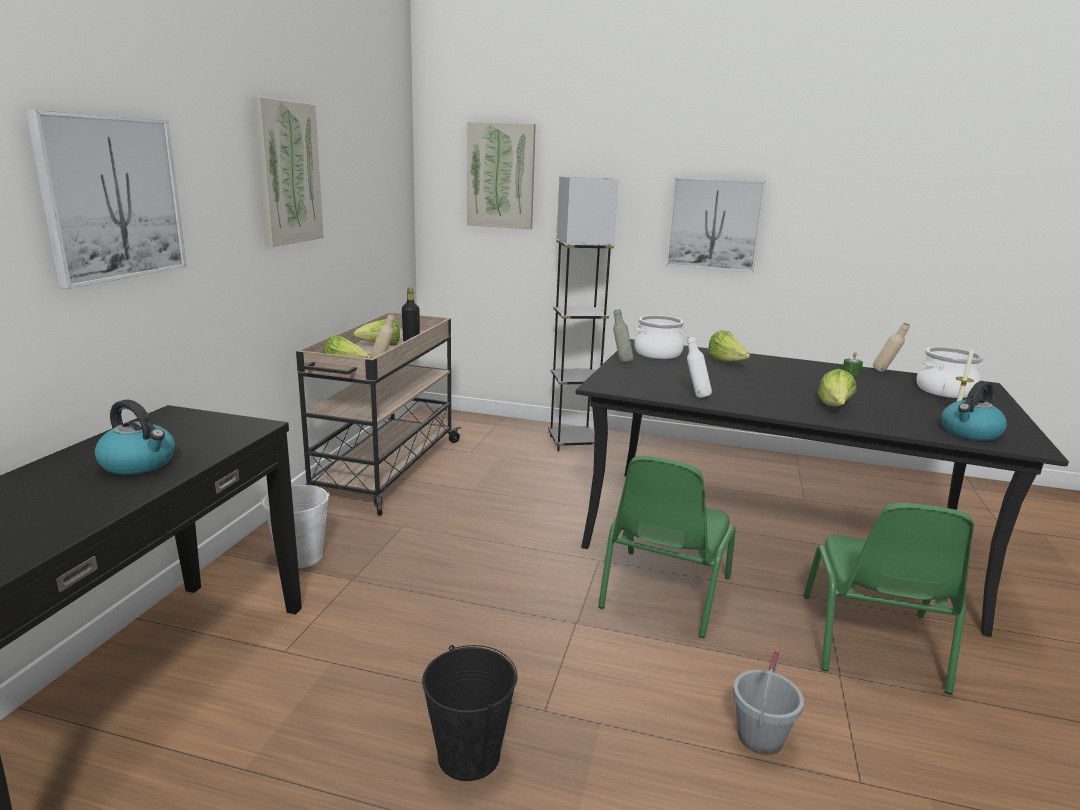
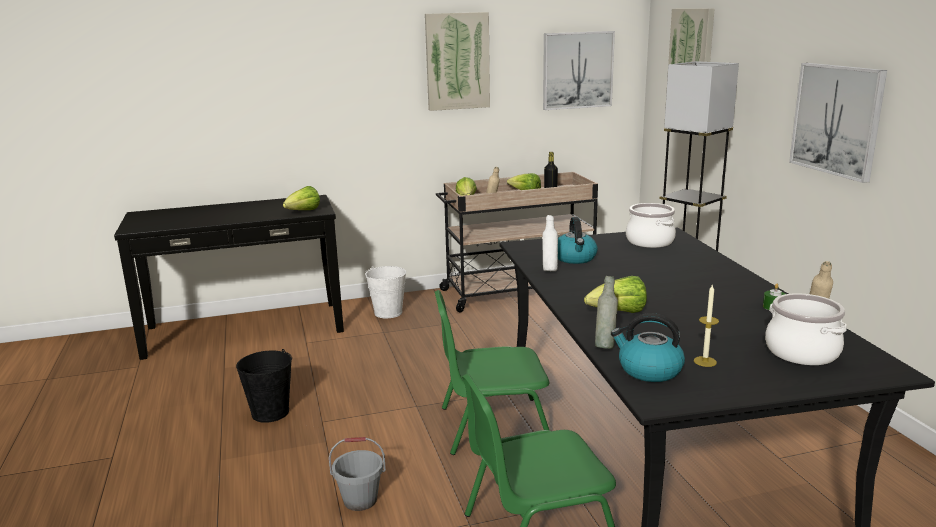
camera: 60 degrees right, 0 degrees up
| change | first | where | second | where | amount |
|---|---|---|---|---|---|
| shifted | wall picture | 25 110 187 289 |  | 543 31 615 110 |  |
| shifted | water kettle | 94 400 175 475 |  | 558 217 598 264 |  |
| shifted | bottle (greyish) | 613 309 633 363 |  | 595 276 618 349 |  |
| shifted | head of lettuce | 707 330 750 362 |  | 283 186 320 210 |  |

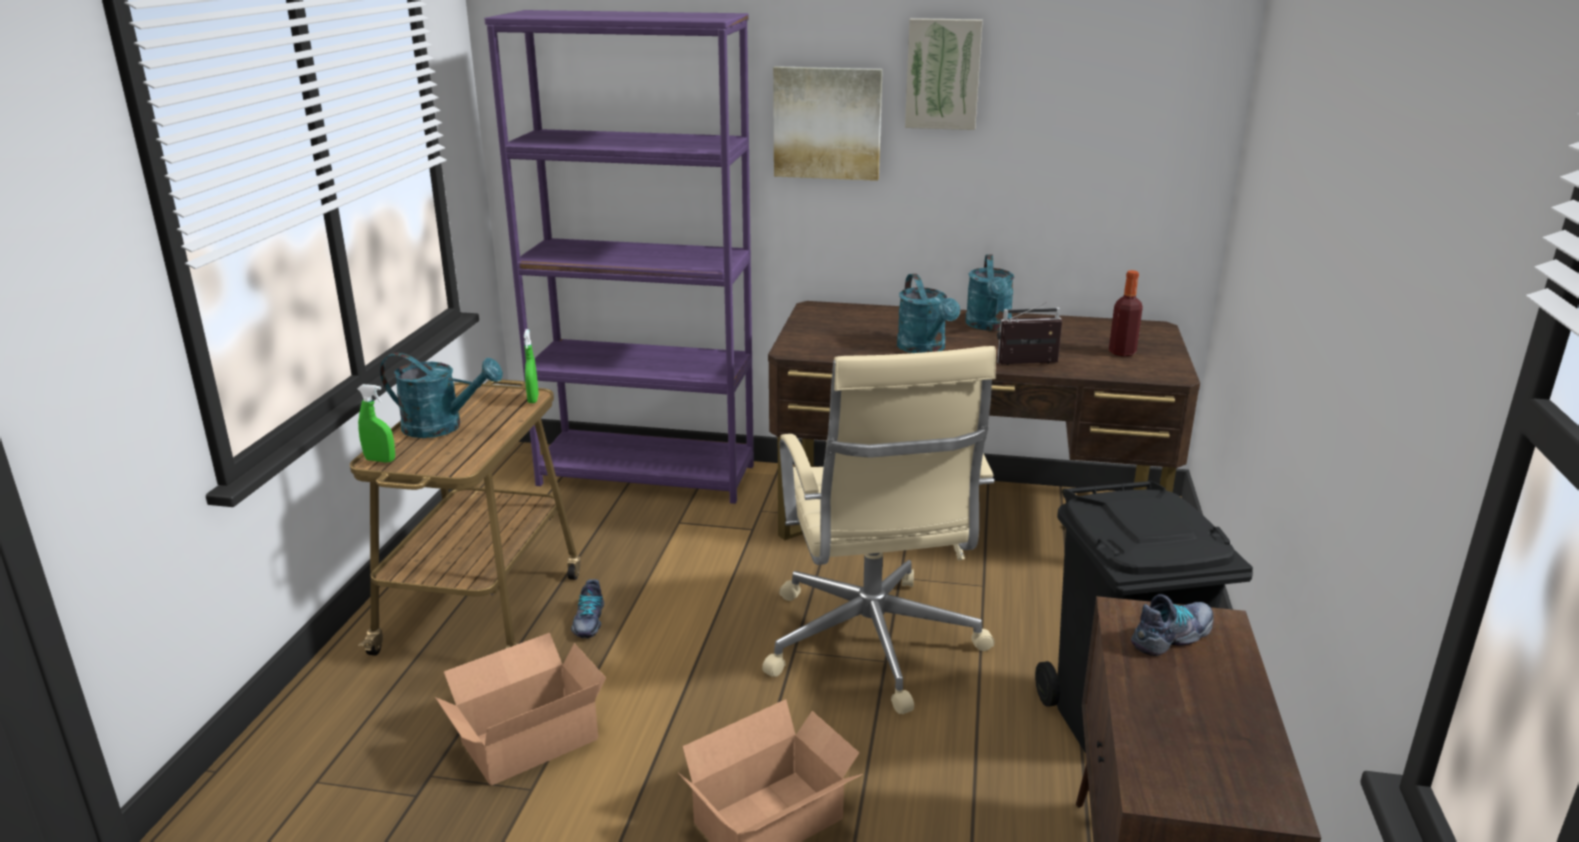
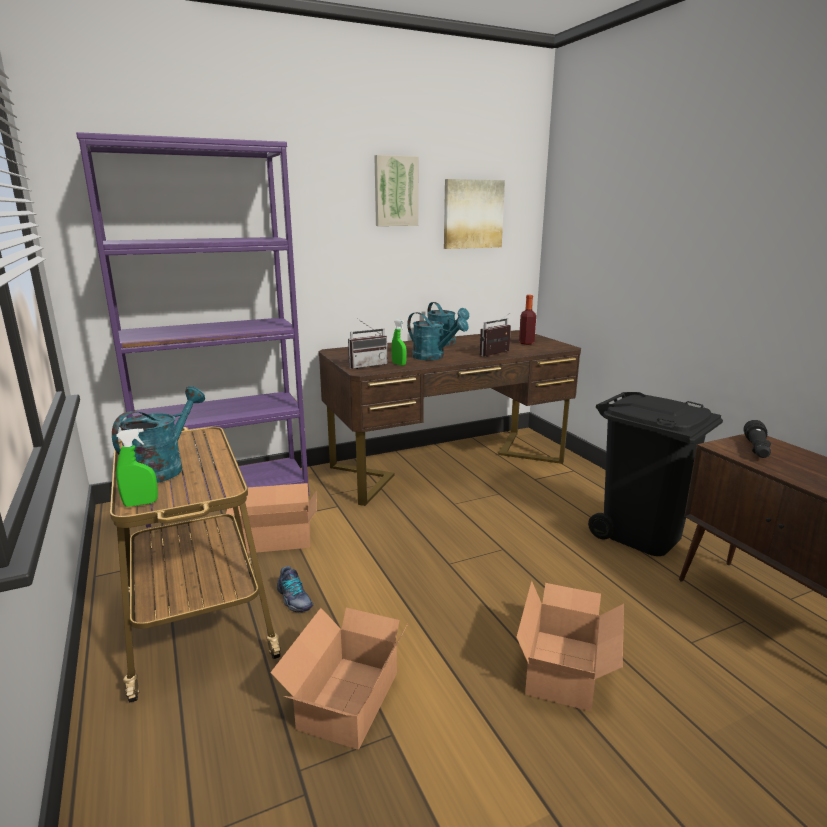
camera: 35 degrees left, 5 degrees down
| change | first | where | second | where | amount |
|---|---|---|---|---|---|
| rotated | watering can (turquoise-coloured) | 380 352 503 438 |  | 112 386 205 483 | 45 degrees counterclockwise |
| shifted | sprayer (green-coloured) | 524 329 539 403 |  | 392 319 407 366 |  |
| gone | computer chair (beige) | 762 346 996 714 |  |  |  |
| shifted | wall picture | 773 66 883 181 |  | 444 179 505 249 |  |
| swapped | item of footwear | 1131 594 1214 656 | flashlight (blackish) | 743 420 771 458 |  |
| new |  |  | cardboard box | 226 483 317 553 |  |
| new |  |  | radio set | 348 318 388 369 |  |

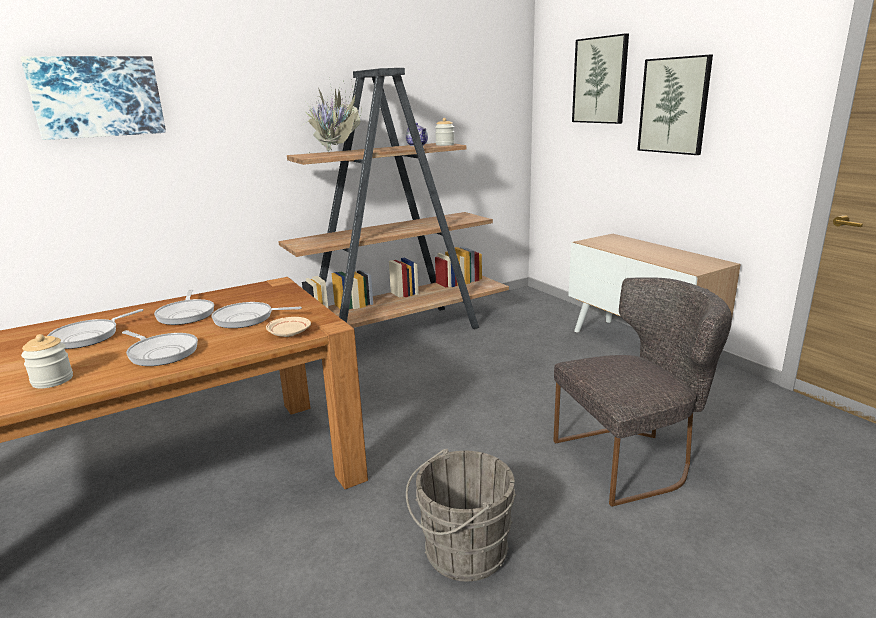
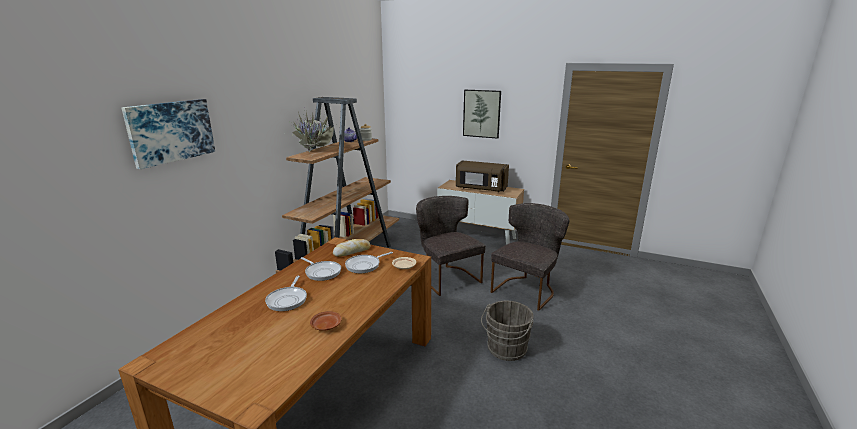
camera: 35 degrees left, 0 degrees up
| change | first | where | second | where | amount |
|---|---|---|---|---|---|
| swapped | storage jar | 21 334 73 389 | plate (brown) | 310 311 342 331 |  |
| gone | pan | 122 330 198 366 |  |  |  |
| gone | wall picture | 572 34 629 124 |  |  |  |
| new |  |  | bread | 333 239 370 257 |  |
| new |  |  | chair (greyish) | 416 196 486 296 |  |
| new |  |  | kitchen microwave (brown) | 456 160 509 192 |  |

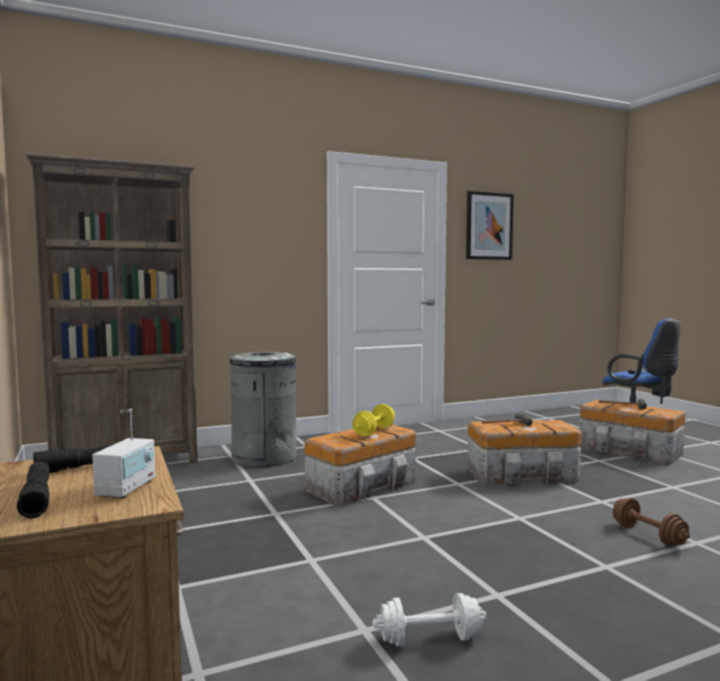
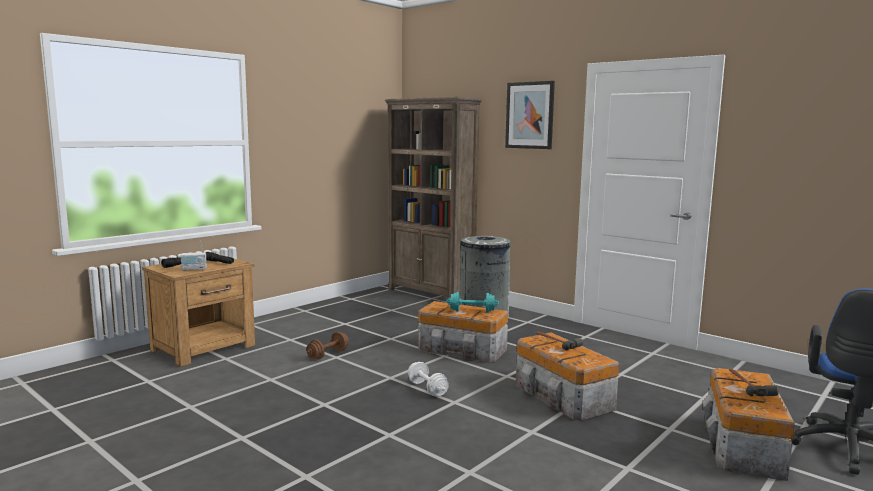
camera: 65 degrees right, 5 degrees up
| change | first | where | second | where | amount |
|---|---|---|---|---|---|
| repainted | free weight (yellow-coloured) | 352 404 395 436 | free weight (turquoise-coloured) | 446 292 499 312 |  |
| shifted | free weight (whitish) | 372 593 486 646 |  | 408 362 449 396 |  |
| shifted | wall picture | 466 191 514 260 |  | 505 81 555 149 |  |
| shifted | free weight (brown) | 613 498 690 546 |  | 306 332 349 360 |  |

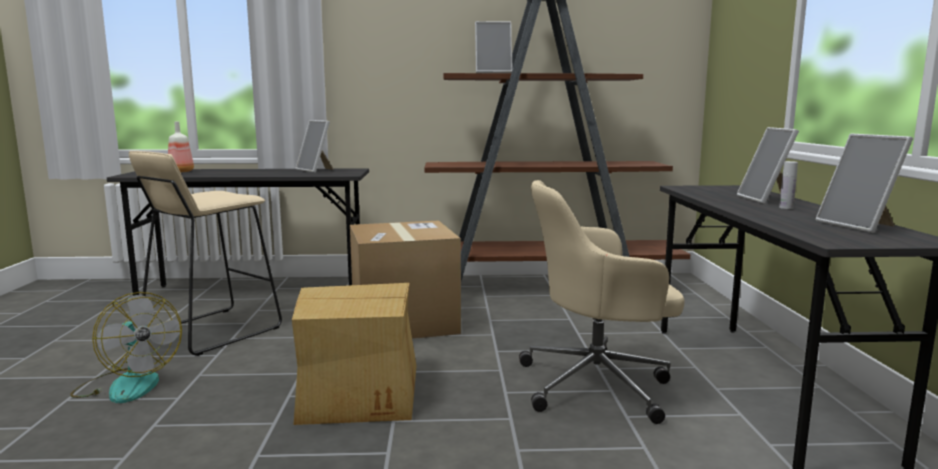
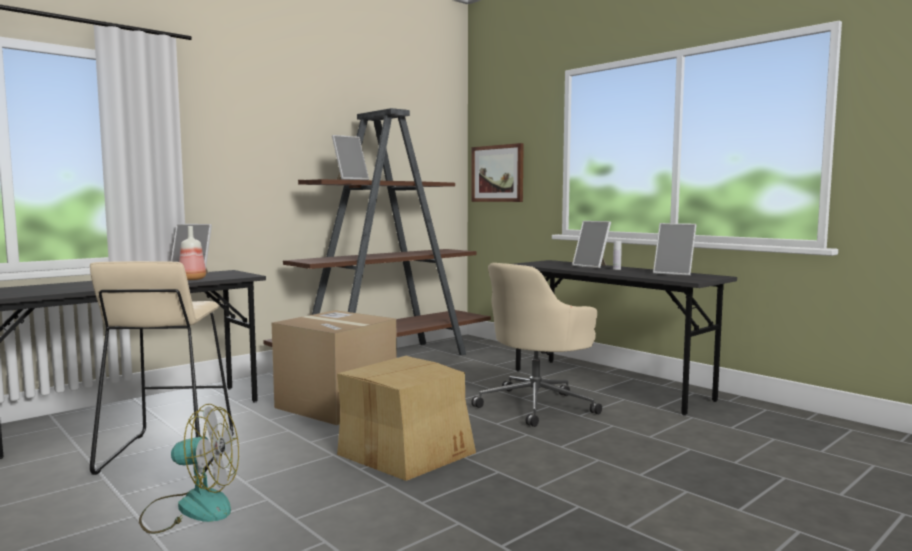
camera: 40 degrees left, 5 degrees down
| change | first | where | second | where | amount |
|---|---|---|---|---|---|
| shifted | bottle | 168 121 194 173 |  | 179 226 206 280 |  |
| new |  |  | wall picture | 471 143 524 202 |  |

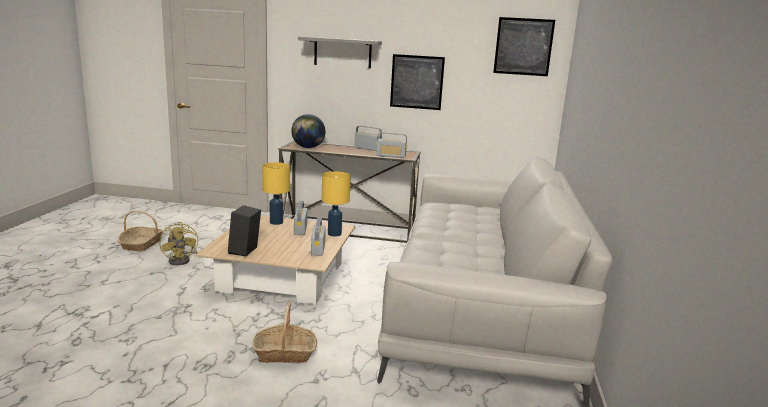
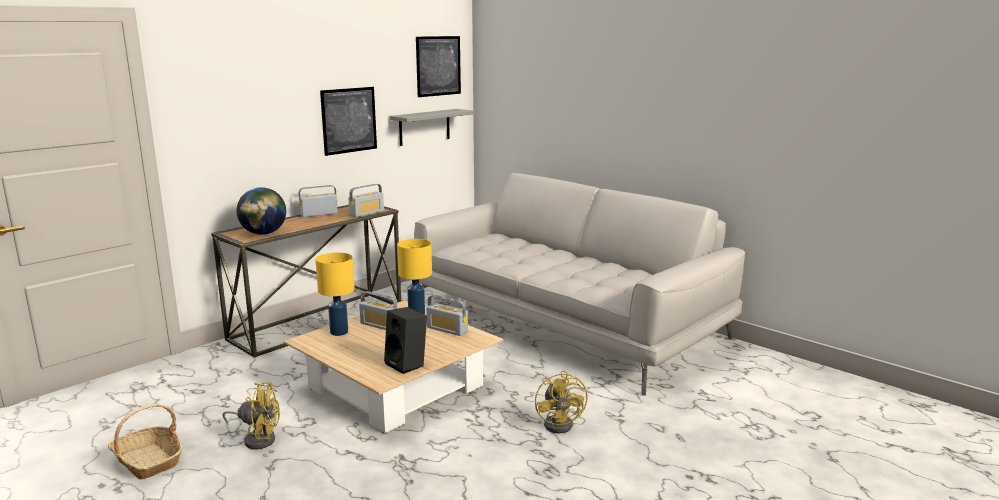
camera: 55 degrees left, 0 degrees up
| change | first | where | second | where | amount |
|---|---|---|---|---|---|
| swapped | storage basket | 252 302 317 363 | fan (yellow-coloured) | 535 371 587 433 |  |
| shifted | bracket shelf (greyish) | 298 37 382 69 |  | 390 109 474 146 |  |

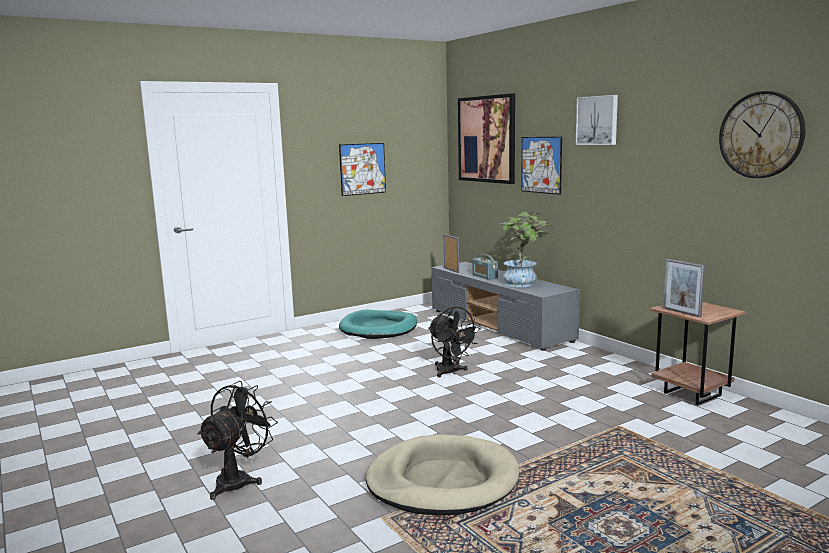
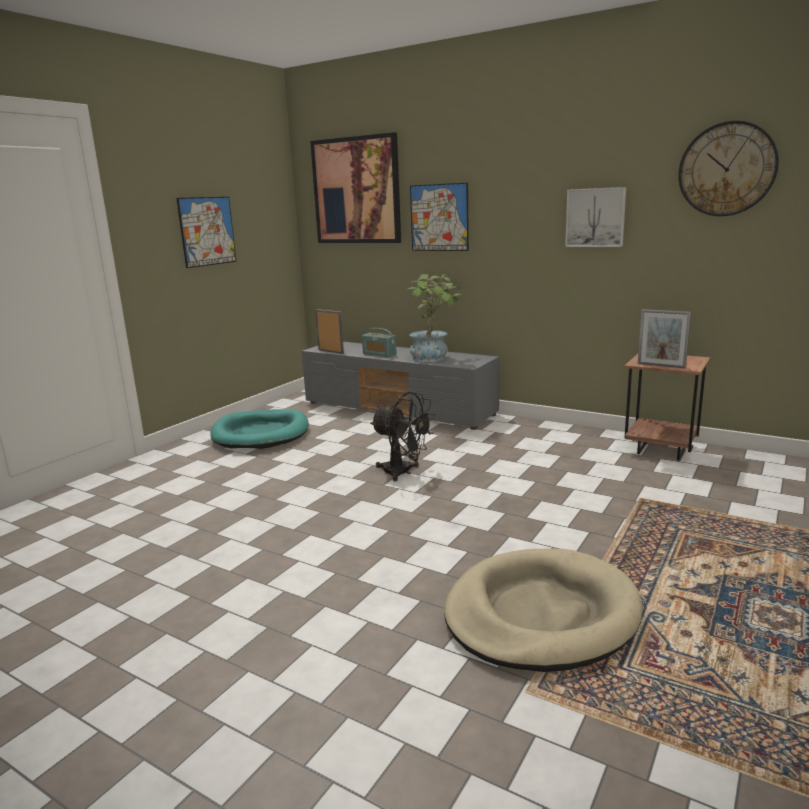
camera: 25 degrees left, 5 degrees up
| change | first | where | second | where | amount |
|---|---|---|---|---|---|
| gone | fan (blackish) | 197 381 278 500 |  |  |  |
| shifted | wall picture | 576 95 618 145 |  | 565 187 626 247 |  |

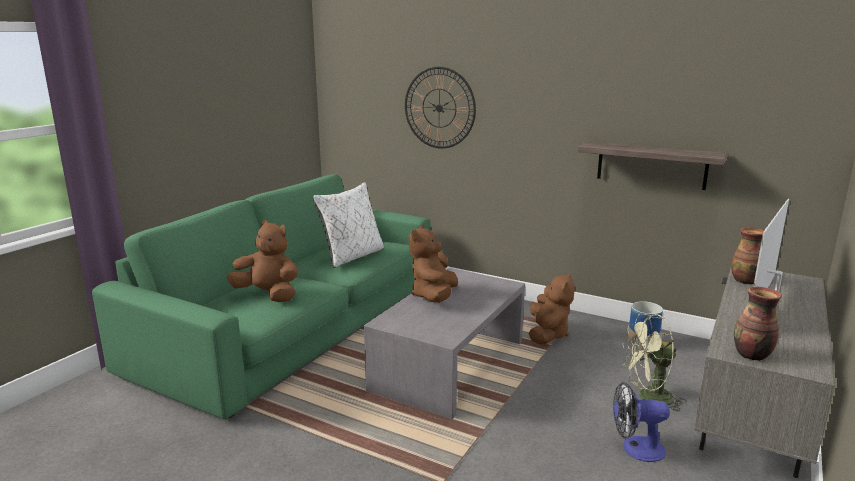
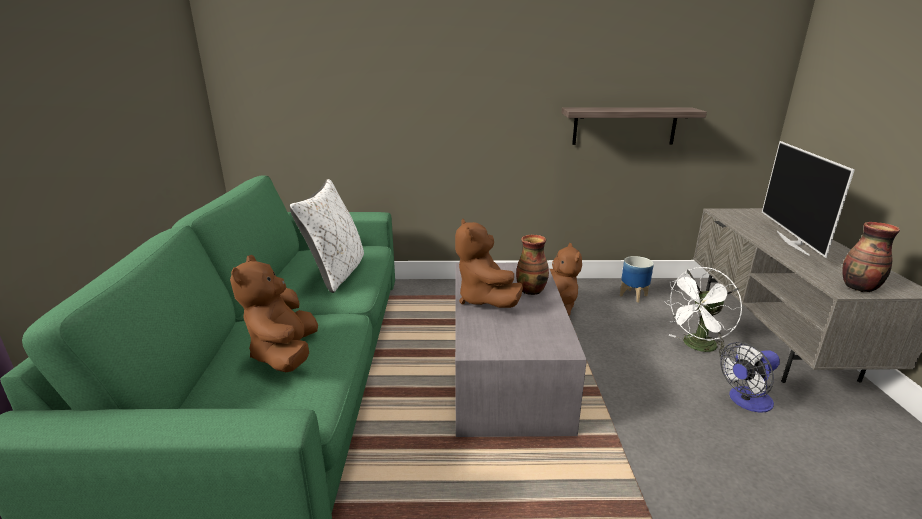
camera: 30 degrees left, 5 degrees up
| change | first | where | second | where | amount |
|---|---|---|---|---|---|
| rotated | plush toy (brown) | 227 220 298 302 |  | 230 255 318 372 | 90 degrees counterclockwise |
| gone | wall clock | 405 67 476 149 |  |  |  |
| repainted | fan (green-coloured) | 623 314 686 411 | fan (whitish) | 664 267 743 357 |  |
| shifted | decorative vase | 731 228 764 285 |  | 516 235 549 295 |  |

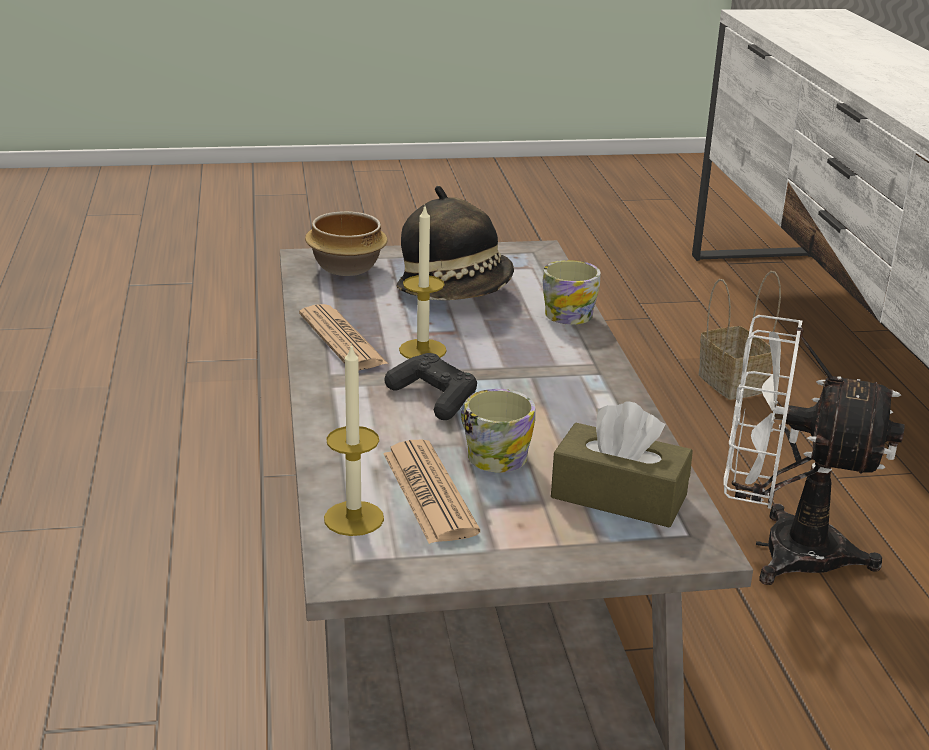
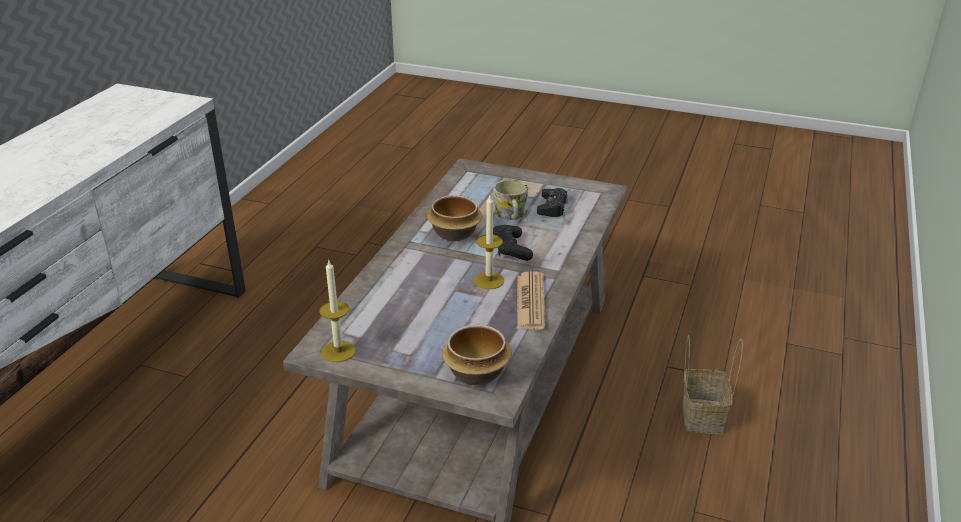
camera: 150 degrees left, 5 degrees up
| change | first | where | second | where | amount |
|---|---|---|---|---|---|
| shifted | wax light | 324 343 384 536 |  | 319 260 356 362 |  |
| swapped | newspaper | 383 440 480 544 | joypad (blackish) | 537 188 568 217 |  |
| gone | hat | 397 186 514 300 |  |  |  |
| gone | mug | 543 260 600 325 |  |  |  |
| gone | tissue holder (brown) | 551 401 693 528 |  |  |  |
| shifted | storage basket | 698 271 781 400 |  | 682 335 743 434 |  |
| gone | fan (whitish) | 724 315 904 585 |  |  |  |
| new |  |  | serving bowl | 427 195 482 241 |  |

